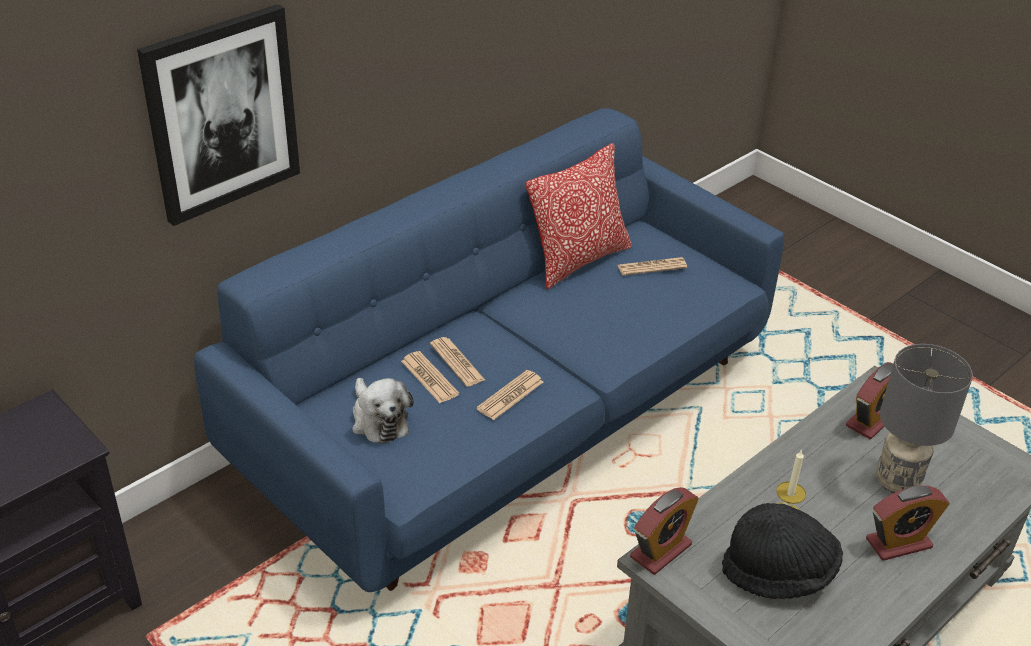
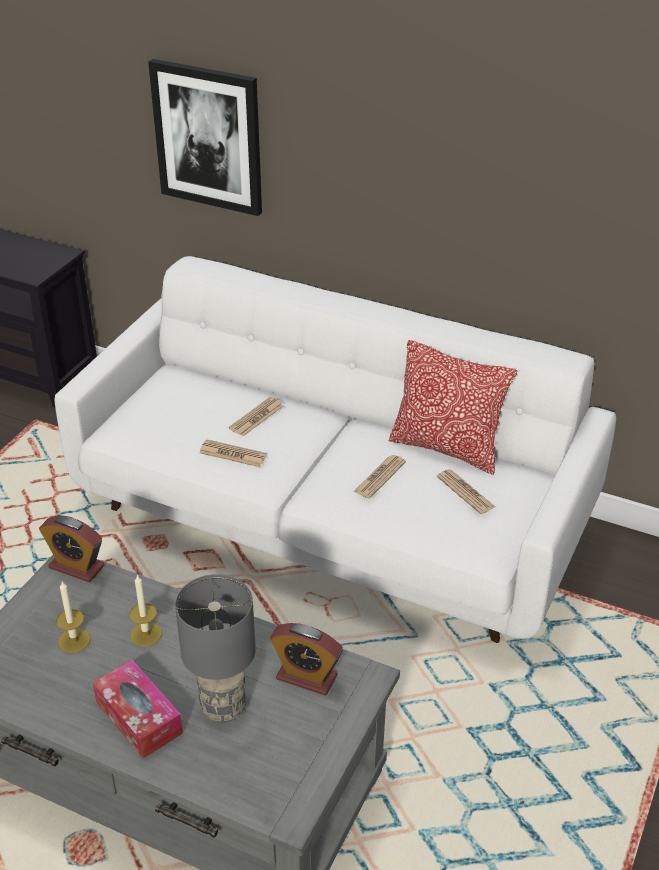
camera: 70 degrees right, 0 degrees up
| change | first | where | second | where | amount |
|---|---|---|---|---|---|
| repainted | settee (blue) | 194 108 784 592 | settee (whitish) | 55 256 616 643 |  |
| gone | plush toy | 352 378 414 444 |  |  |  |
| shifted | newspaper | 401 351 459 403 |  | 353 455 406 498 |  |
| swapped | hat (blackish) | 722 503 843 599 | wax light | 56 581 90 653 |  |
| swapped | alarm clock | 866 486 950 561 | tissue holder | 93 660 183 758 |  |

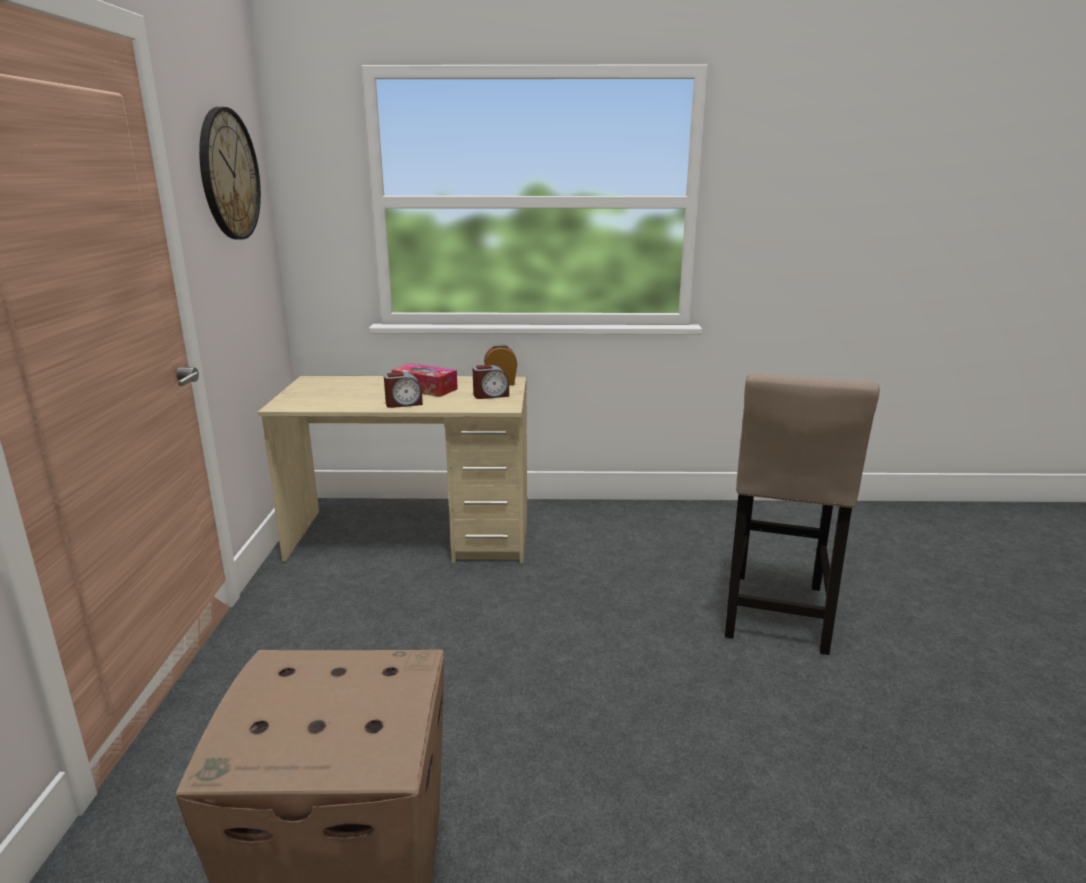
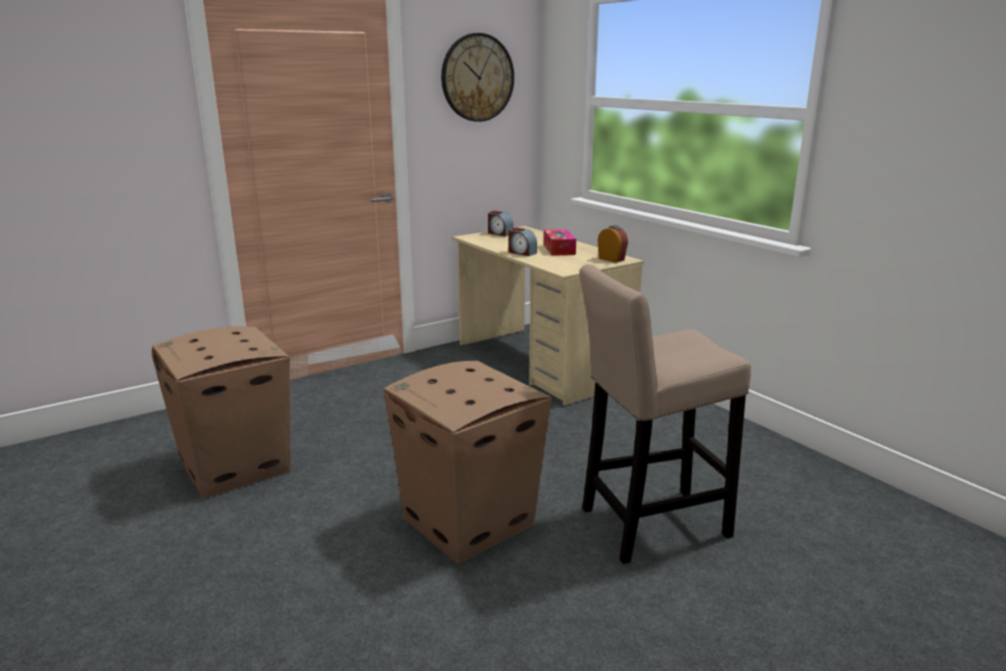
camera: 55 degrees right, 0 degrees up
| change | first | where | second | where | amount |
|---|---|---|---|---|---|
| shifted | alarm clock | 472 365 509 399 |  | 488 211 513 236 |  |
| new |  |  | cardboard box | 384 361 552 564 |  |

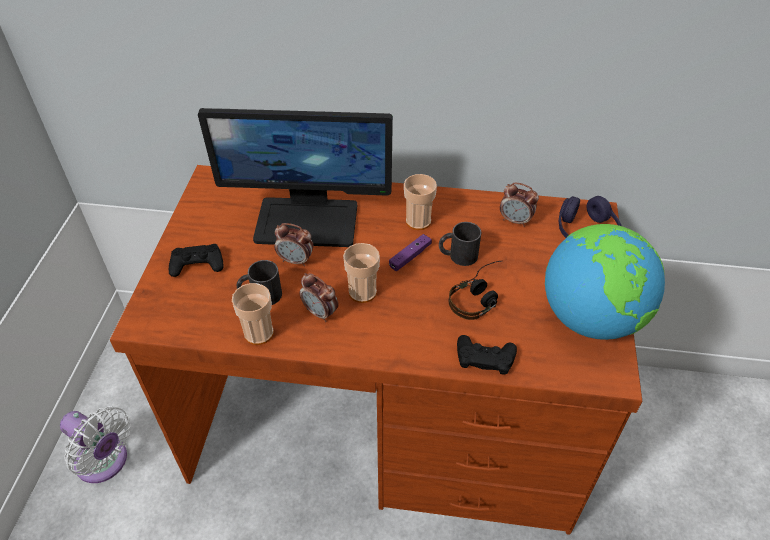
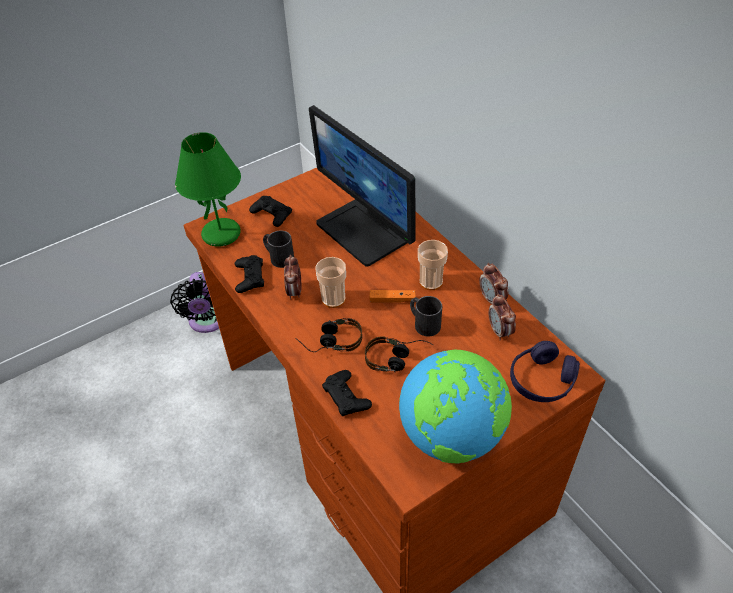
camera: 50 degrees right, 0 degrees up
| change | first | where | second | where | amount |
|---|---|---|---|---|---|
| repainted | fan (whitish) | 60 406 131 483 | fan (blackish) | 170 272 219 333 |  |
| swapped | drinking cup | 232 283 274 345 | joypad (blackish) | 234 255 264 293 |  |
| shifted | alarm clock | 274 223 313 266 |  | 479 263 508 304 |  |
| repainted | joypad (purplish) | 389 234 432 271 | joypad (orange-coloured) | 369 290 416 303 |  |
| new |  |  | tabletop lamp (green-coloured) | 175 132 241 247 |  |
| new |  |  | headset | 296 318 362 352 |  |

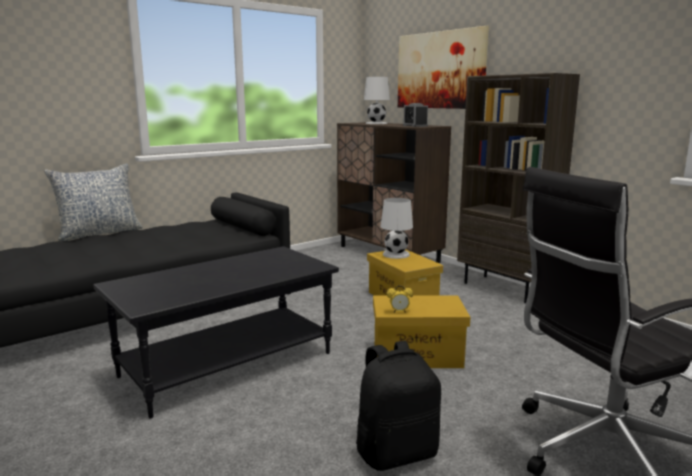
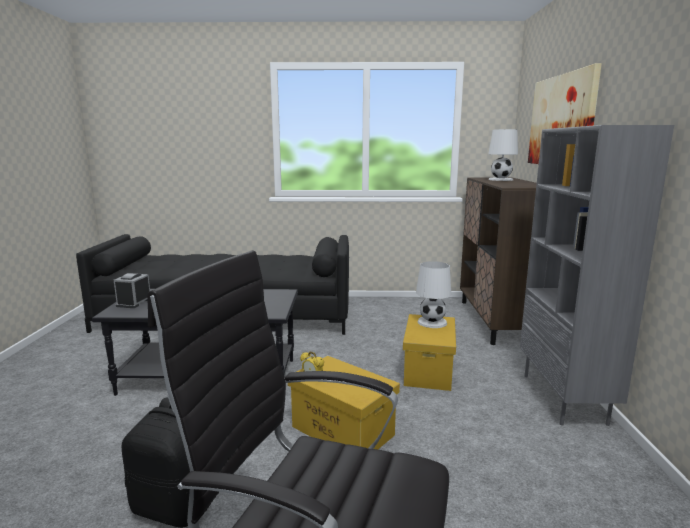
camera: 40 degrees right, 0 degrees up
| change | first | where | second | where | amount |
|---|---|---|---|---|---|
| gone | cushion | 44 164 142 241 |  |  |  |
| shifted | alarm clock | 403 103 428 127 |  | 114 273 150 308 |  |
| repainted | bookshelf (brown) | 457 73 580 303 | bookshelf (greyish) | 520 125 674 426 |  |

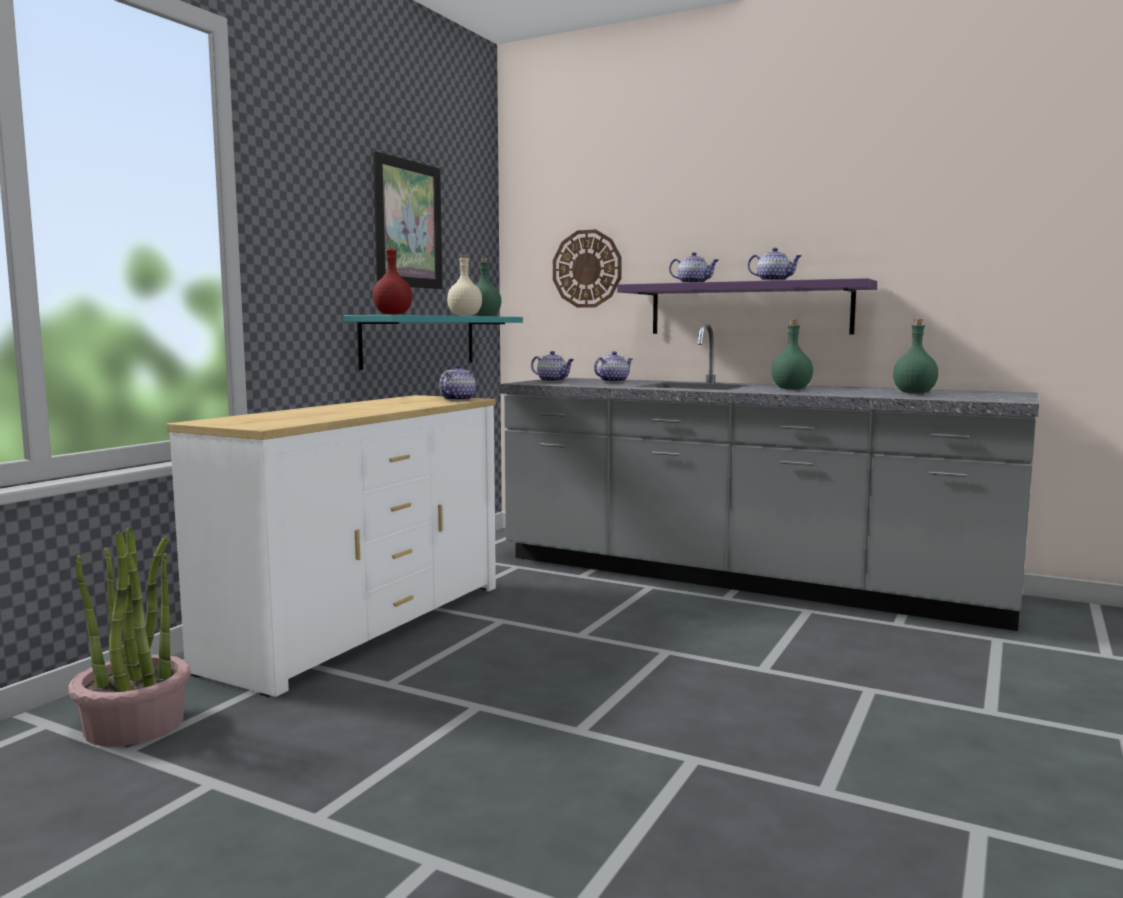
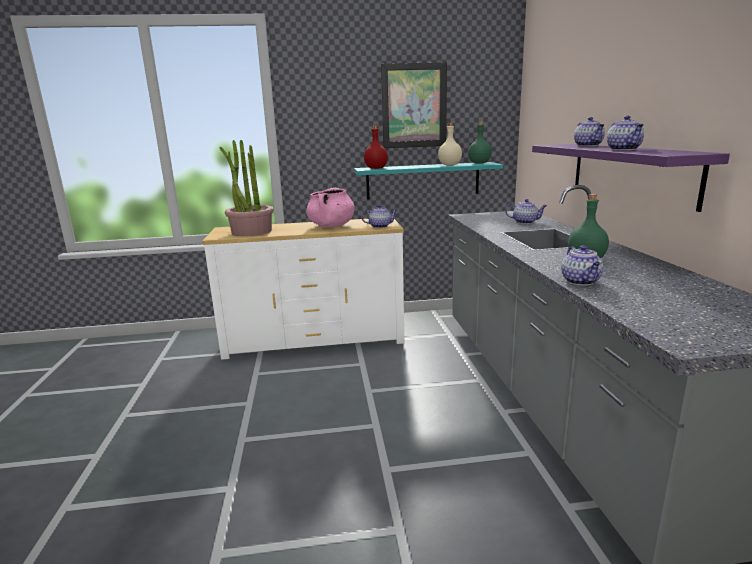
camera: 55 degrees right, 10 degrees up
| change | first | where | second | where | amount |
|---|---|---|---|---|---|
| shifted | houseplant | 68 527 191 747 |  | 219 140 274 236 |  |
| shifted | pot for tea | 531 351 574 382 |  | 561 245 603 285 |  |
| gone | wall clock | 553 229 622 308 |  |  |  |
| gone | bottle (green-coloured) | 893 319 938 394 |  |  |  |
| new |  |  | saucepot (pink) | 306 188 355 227 |  |

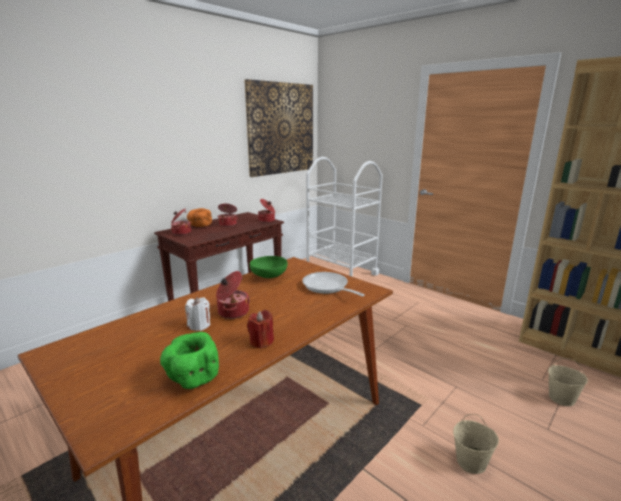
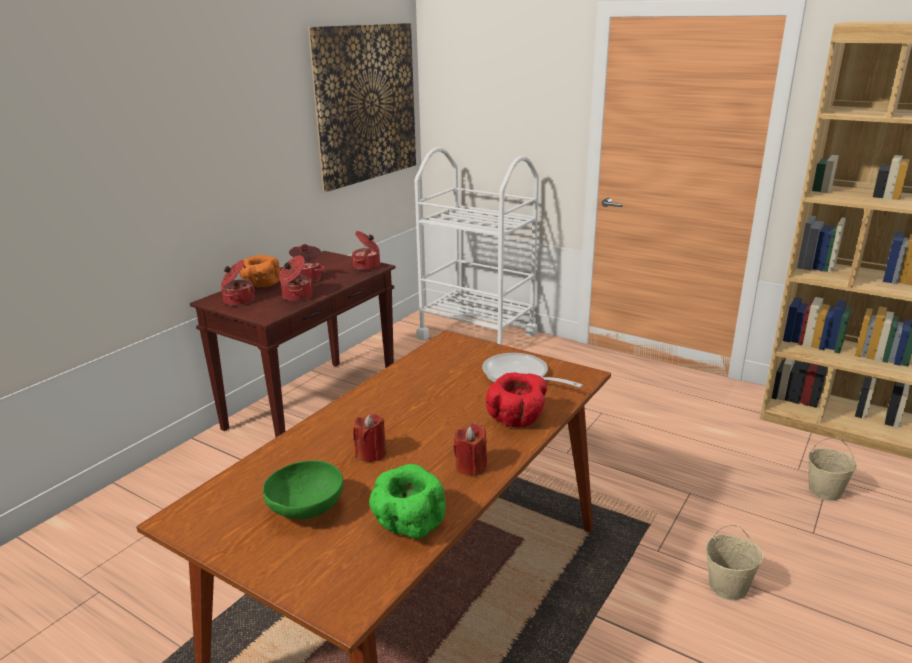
camera: 10 degrees left, 5 degrees up
| change | first | where | second | where | amount |
|---|---|---|---|---|---|
| repainted | wax light (whitish) | 185 297 210 331 | wax light (red) | 353 414 386 462 |  |
| shifted | saucepot | 216 271 250 319 |  | 279 256 313 301 |  |
| shifted | serving bowl (green-coloured) | 250 256 288 278 |  | 263 461 343 519 |  |
| new |  |  | serving bowl (red) | 486 372 547 427 |  |

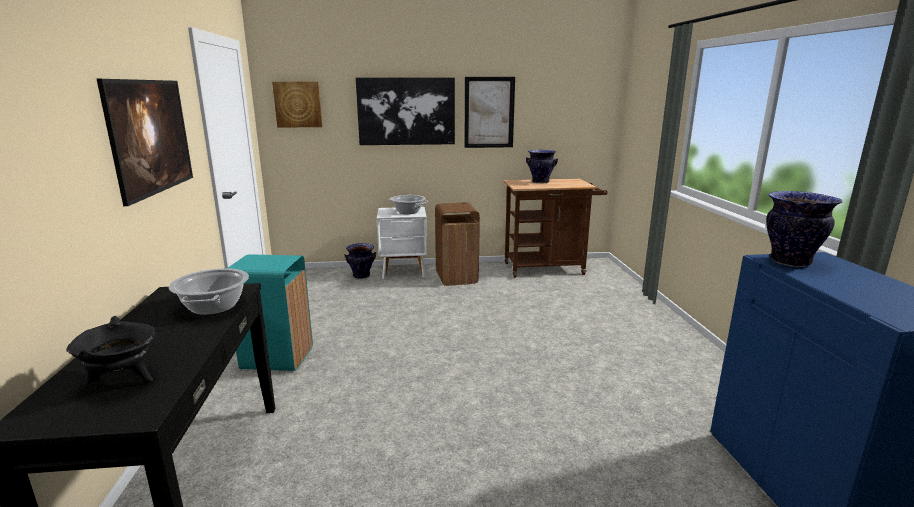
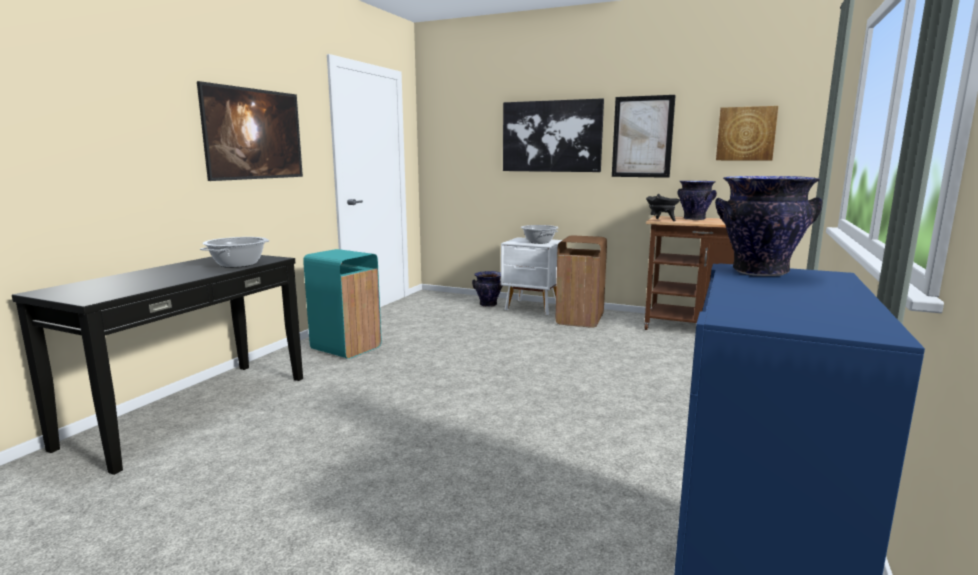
camera: 30 degrees right, 5 degrees down
| change | first | where | second | where | amount |
|---|---|---|---|---|---|
| shifted | saucepot (blackish) | 66 316 155 383 |  | 646 194 680 221 |  |
| shifted | wall picture | 272 82 322 128 |  | 716 106 778 160 |  |

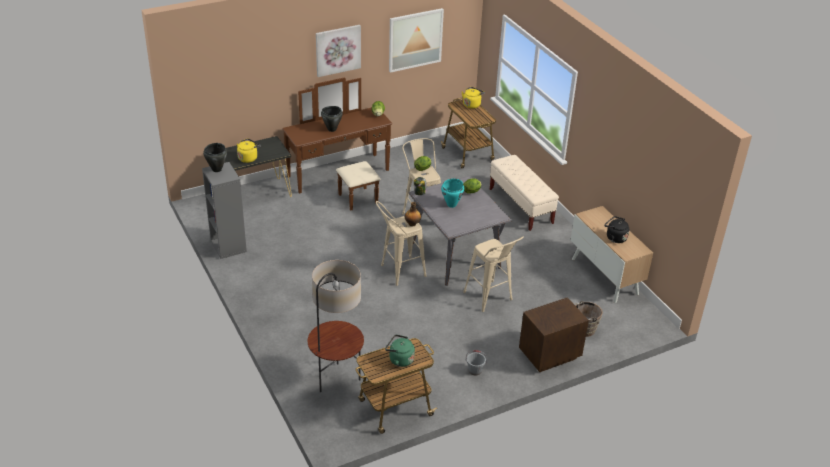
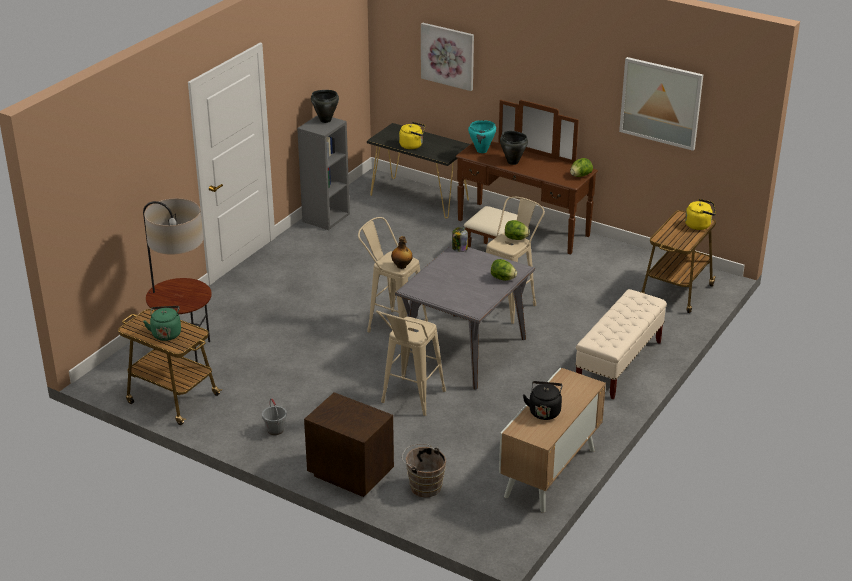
camera: 60 degrees right, 5 degrees down
| change | first | where | second | where | amount |
|---|---|---|---|---|---|
| shifted | wall picture | 316 25 361 77 |  | 421 23 474 91 |  |
| shifted | saucepot (turquoise-coloured) | 441 179 464 208 |  | 468 120 496 153 |  |

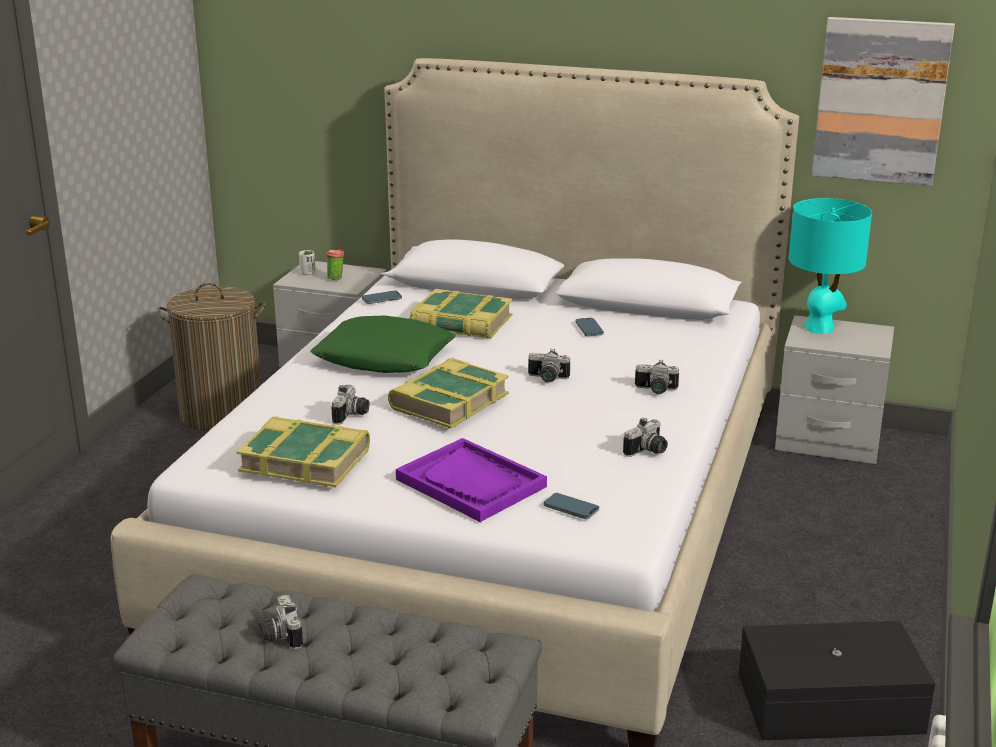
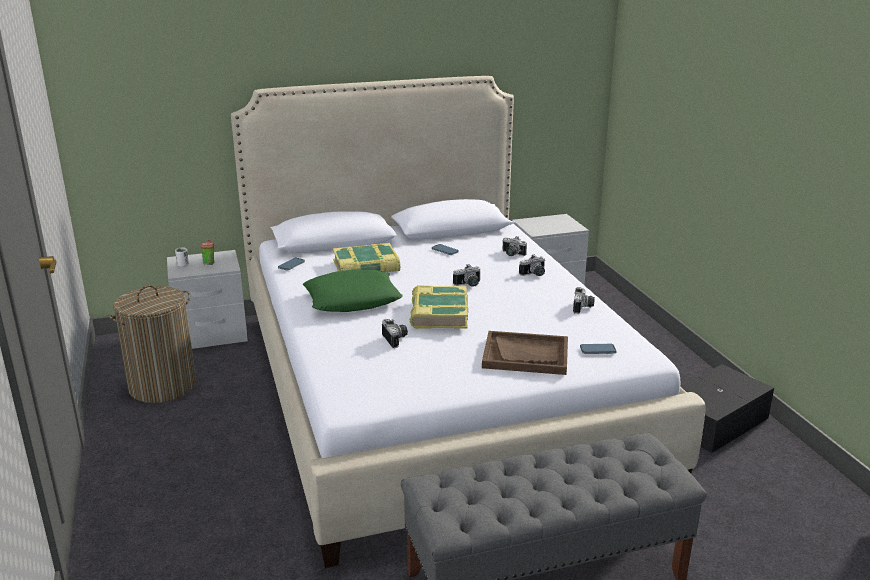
camera: 35 degrees left, 0 degrees up
| change | first | where | second | where | amount |
|---|---|---|---|---|---|
| gone | book | 236 417 370 487 |  |  |  |
| shifted | still camera | 260 595 303 649 |  | 503 236 527 256 |  |
| repainted | serving tray (purplish) | 396 438 547 522 | serving tray (brown) | 482 331 568 375 |  |
| gone | tabletop lamp (turquoise-coloured) | 789 198 872 334 |  |  |  |
| gone | wall picture | 812 17 955 186 |  |  |  |

